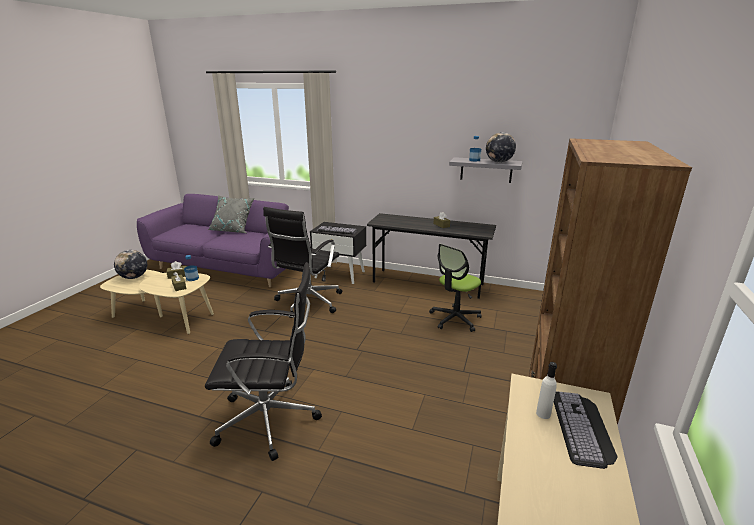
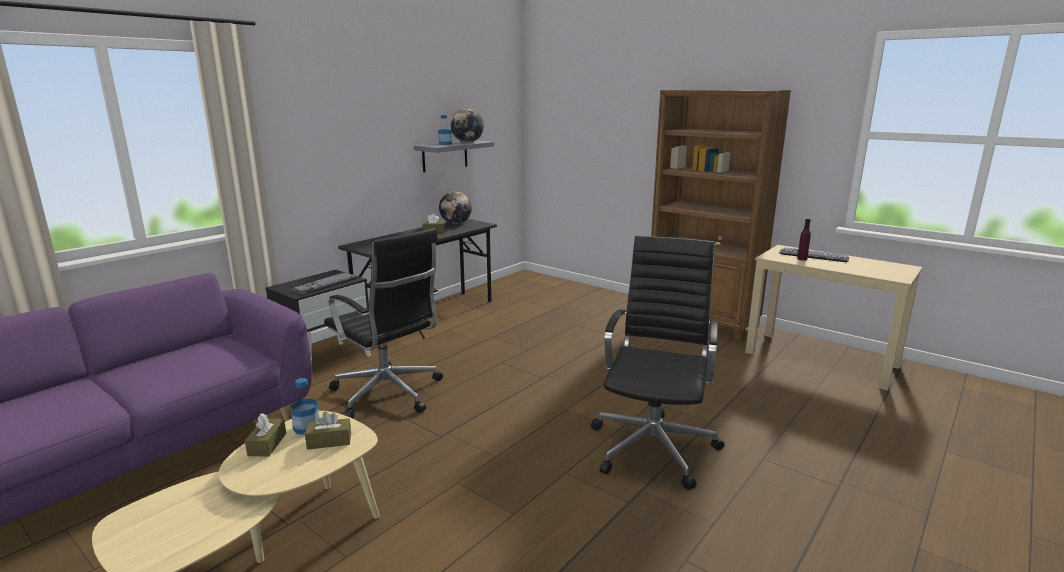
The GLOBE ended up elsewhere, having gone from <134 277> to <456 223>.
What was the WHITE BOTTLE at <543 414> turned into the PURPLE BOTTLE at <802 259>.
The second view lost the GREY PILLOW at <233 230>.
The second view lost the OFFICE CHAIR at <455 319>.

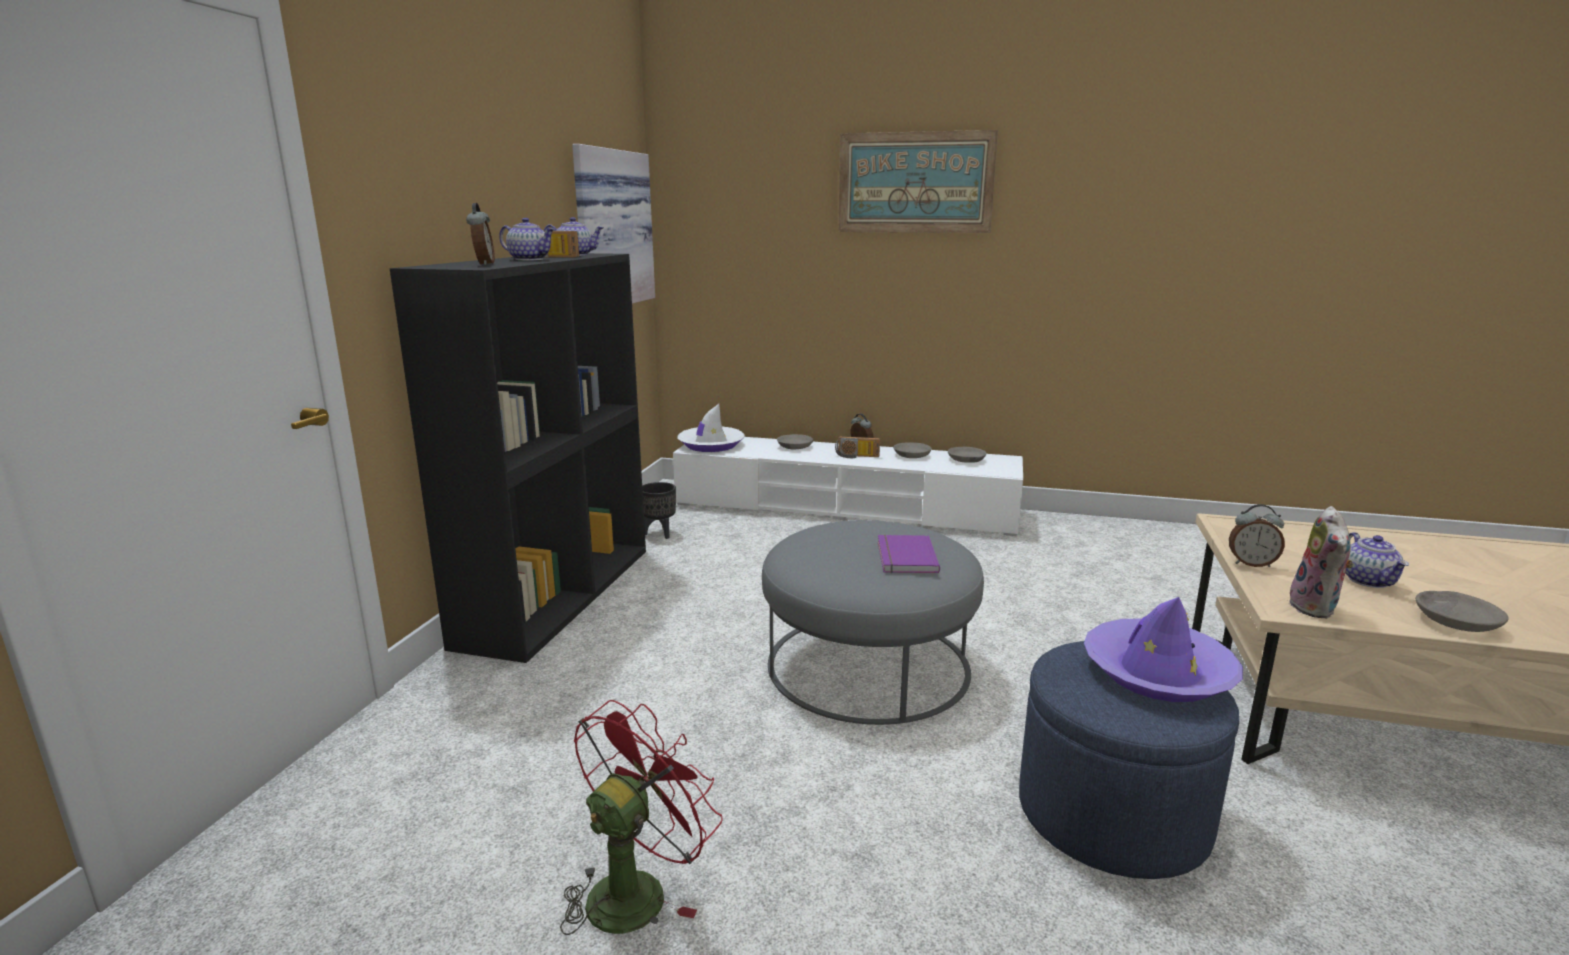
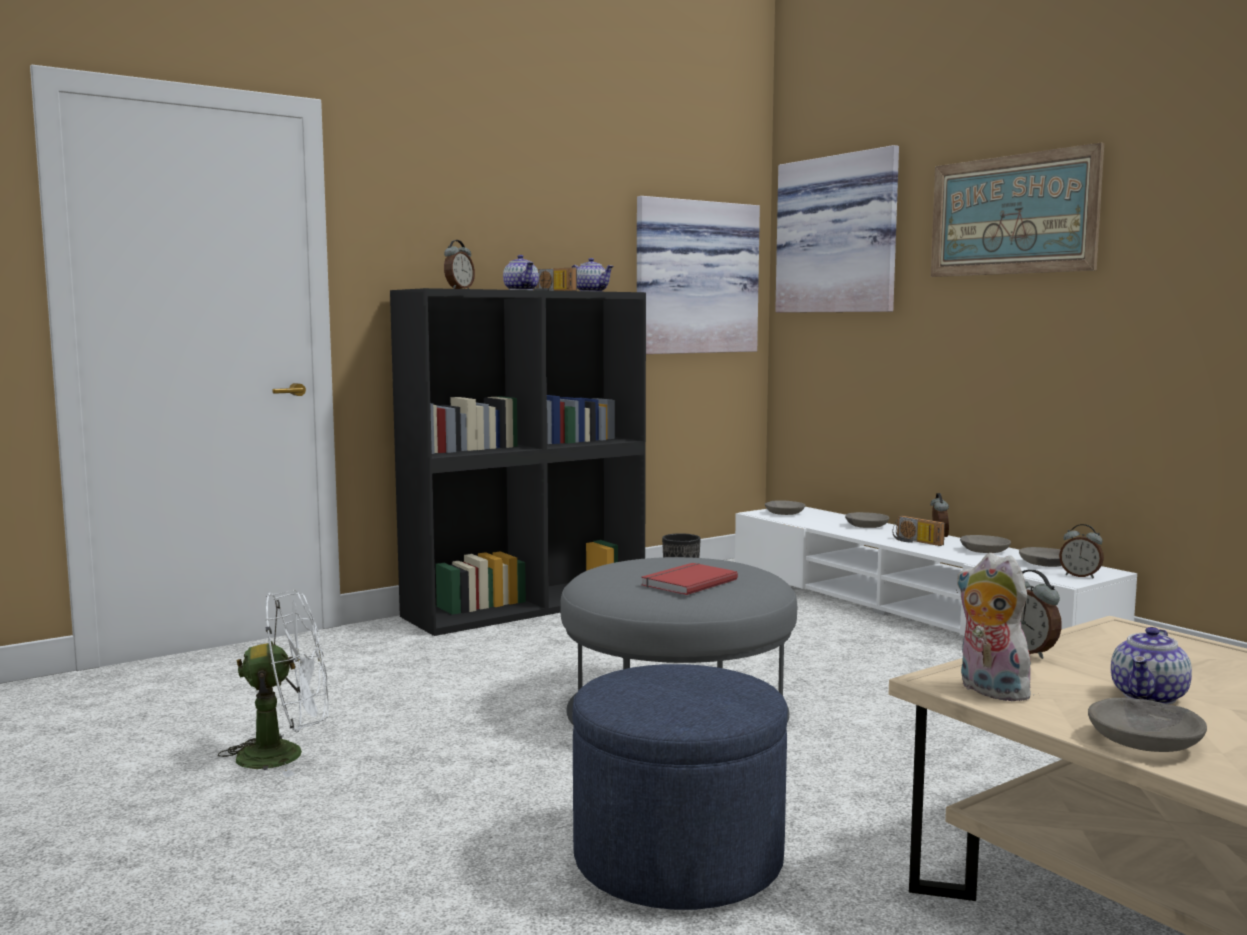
What was the RED FAN at <636 889> turned into the WHITE FAN at <285 755>.
What was the PURPLE BOOK at <904 557> turned into the RED BOOK at <687 582>.
Where the WHITE HAT stood at <711 445>, the GREY BOWL came to stand at <784 513>.
The second view gained the PICTURE at <839 235>.
The PLUSH TOY at <1316 608> ended up facing another way, 90 degrees clockwise from before.
The second view gained the ALARM CLOCK at <1080 576>.
The second view lost the PURPLE HAT at <1157 672>.

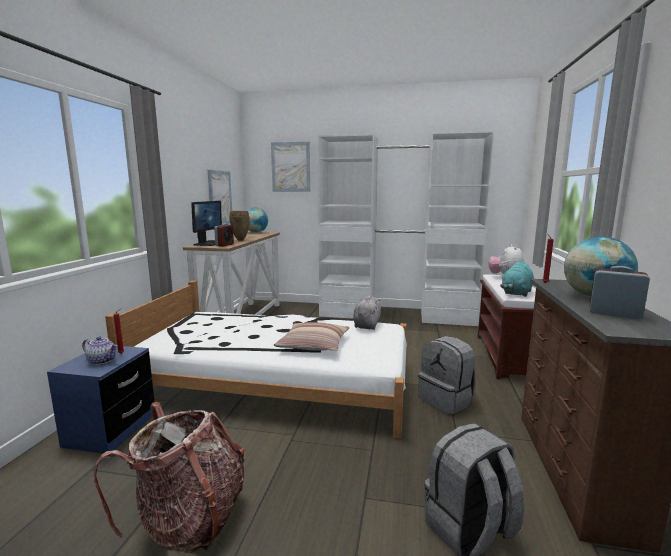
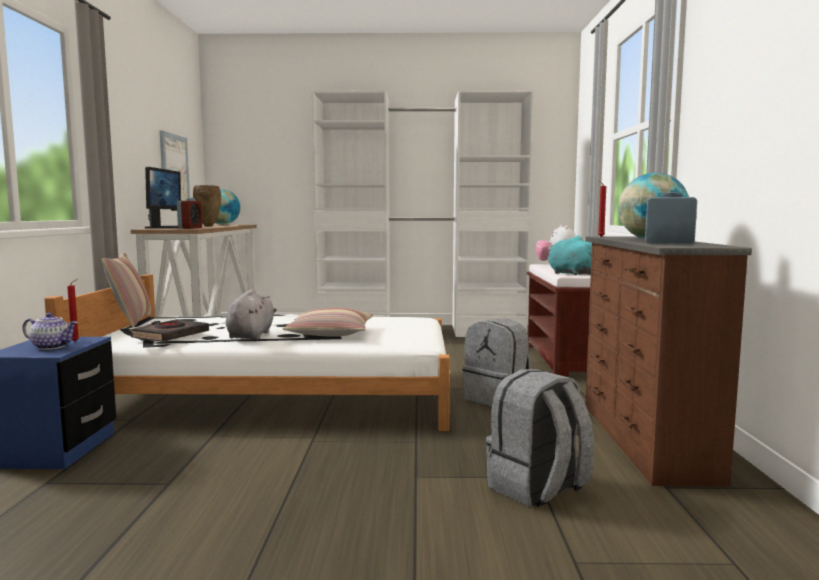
The second view gained the PILLOW at <131 321>.
The second view gained the BLACK BOOK at <170 335>.
The GREY PLUSH TOY ended up elsewhere, having gone from <367 324> to <251 335>.
The TURQUOISE PLUSH TOY at <516 293> ended up facing another way, 120 degrees clockwise from before.
The second view lost the BACKPACK at <189 519>.
The second view lost the PICTURE at <291 167>.

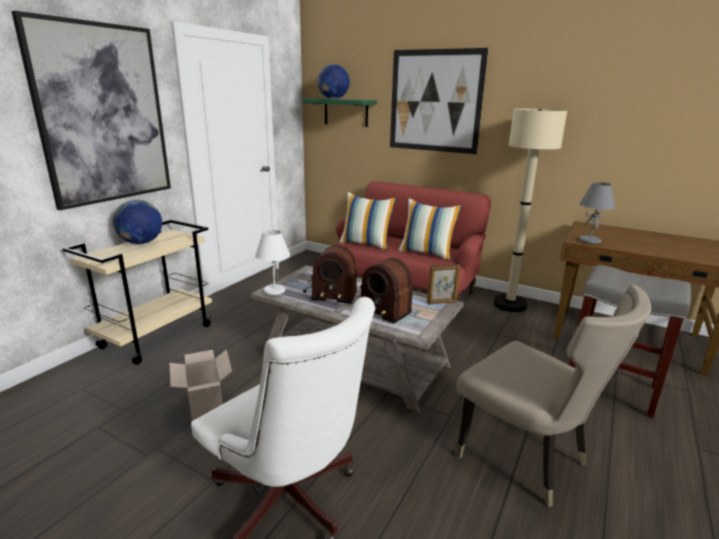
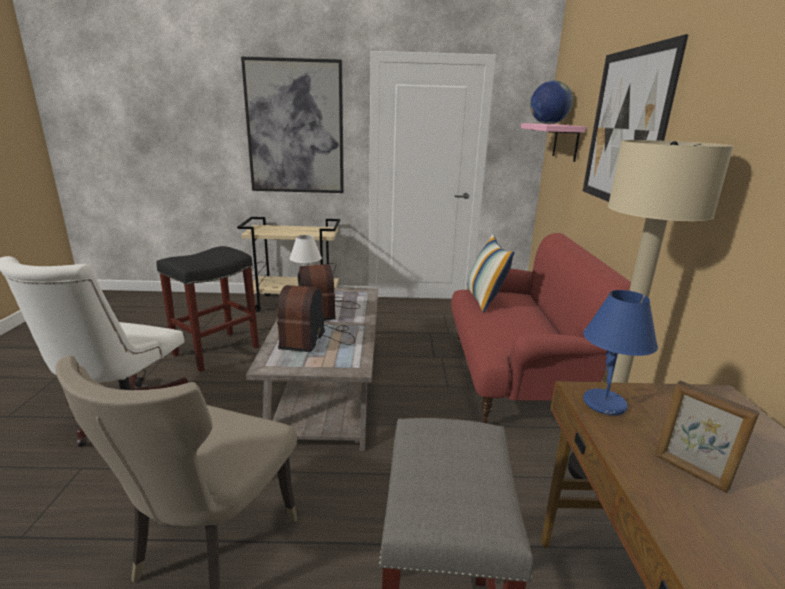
Where the CARDBOARD BOX stood at <205 409>, the BLACK STOOL came to stand at <217 350>.
What was the GREEN SHELF at <346 112> turned into the PINK SHELF at <566 142>.
What was the GREY TABLE LAMP at <590 241> turned into the BLUE TABLE LAMP at <605 404>.
The PICTURE FRAME ended up elsewhere, having gone from <442 302> to <690 472>.
The second view lost the GLOBE at <141 243>.
The second view lost the PILLOW at <427 253>.

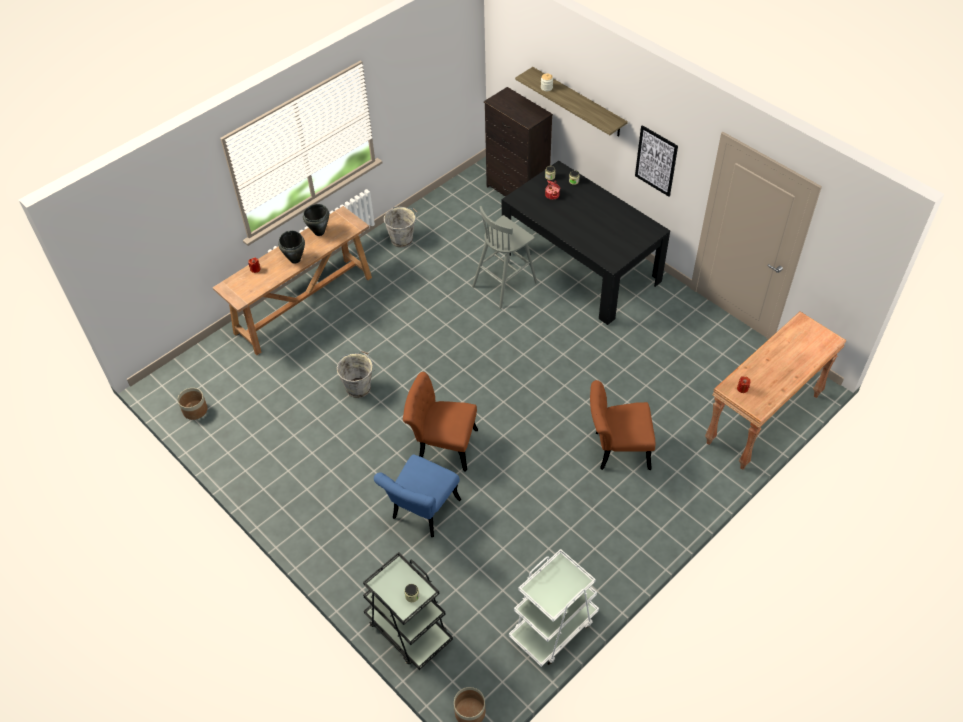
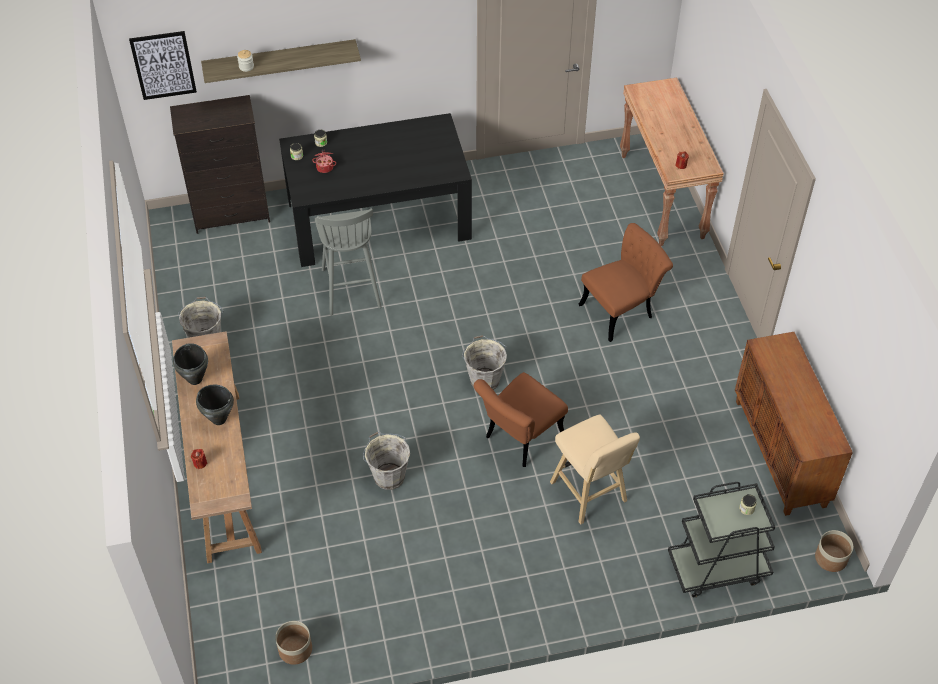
The PICTURE ended up elsewhere, having gone from <656 161> to <163 65>.
The second view gained the GREY BUCKET at <484 379>.
Where the BLUE CHAIR stood at <421 512>, the BEIGE STOOL came to stand at <590 494>.
The BROWN CHAIR at <616 449> ended up facing another way, 150 degrees counterclockwise from before.
Where the WHITE CART stood at <553 627>, the BROWN CABINET came to stand at <781 453>.

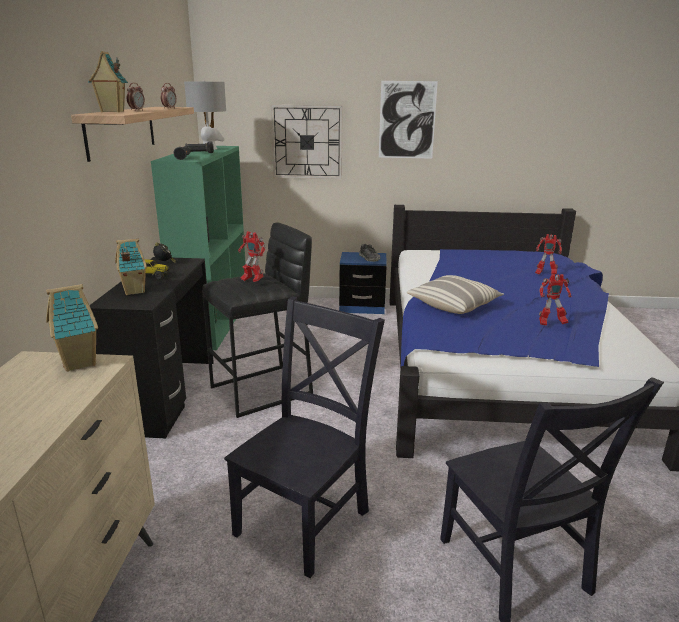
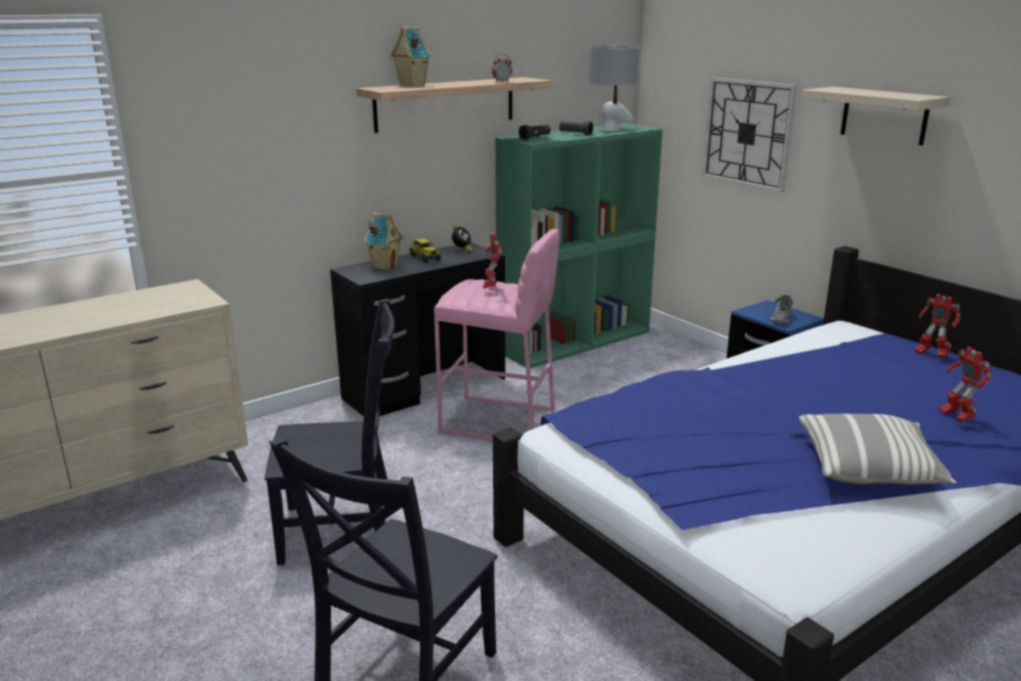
What was the BLACK STOOL at <262 390> turned into the PINK STOOL at <498 421>.
The PILLOW ended up elsewhere, having gone from <454 305> to <869 468>.
Where the PICTURE hung at <407 120>, the BEIGE SHELF came to hang at <884 115>.
The TOY ROBOT ended up elsewhere, having gone from <550 323> to <930 355>.
The second view lost the TOY HOUSE at <80 363>.
The second view lost the ALARM CLOCK at <137 110>.

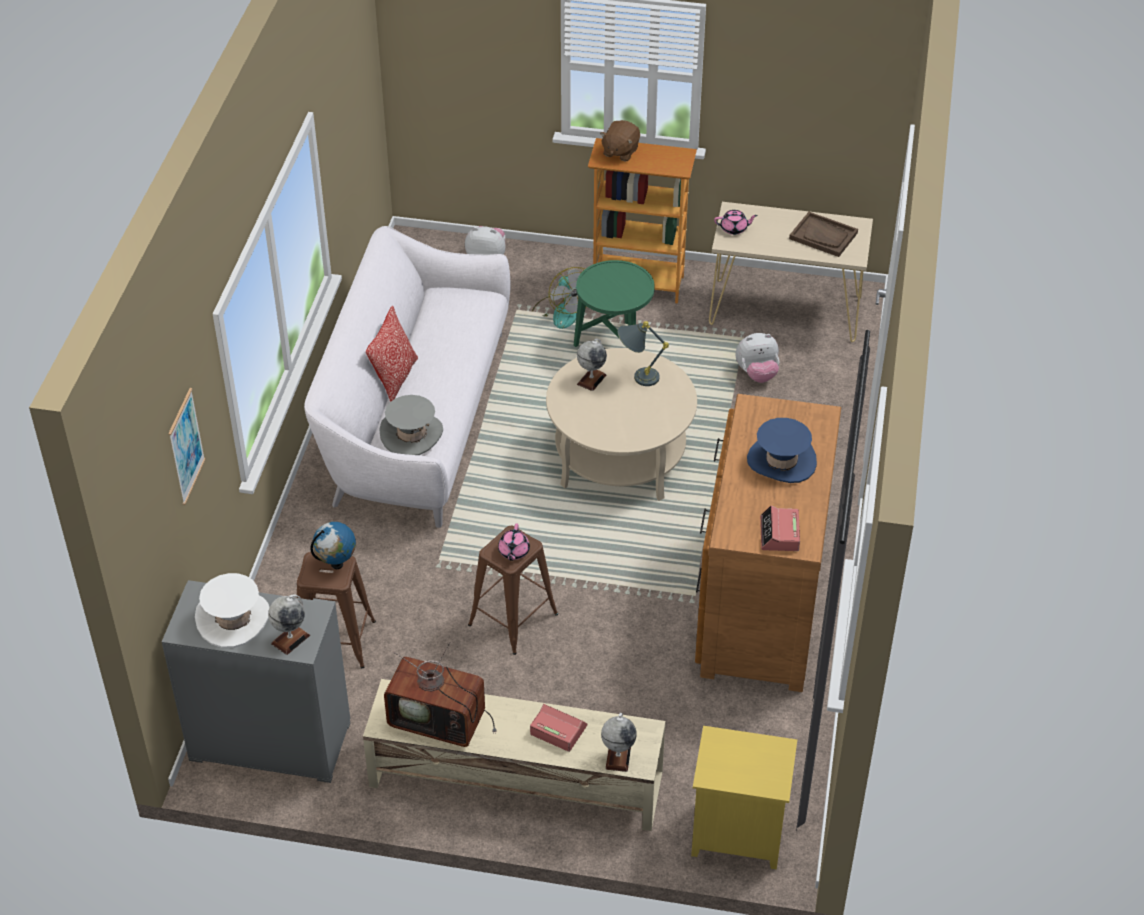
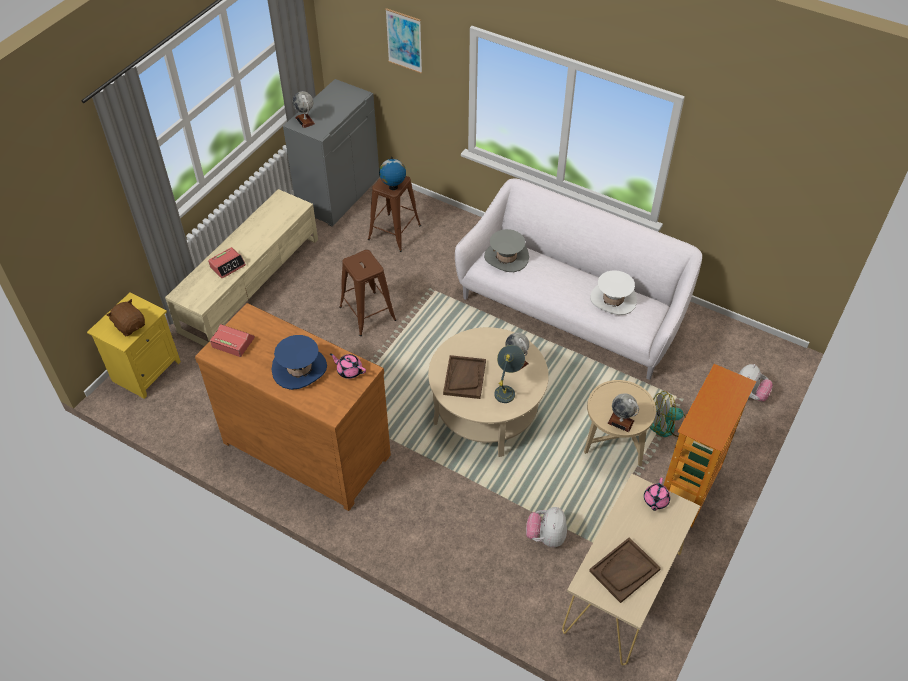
The BROWN PLUSH TOY ended up elsewhere, having gone from <620 151> to <130 325>.
The PINK TEAPOT ended up elsewhere, having gone from <513 552> to <349 370>.
The second view gained the BROWN TRAY at <464 378>.
What was the GREEN SIDE TABLE at <614 346> turned into the BEIGE SIDE TABLE at <613 447>.
The WHITE HAT ended up elsewhere, having gone from <233 619> to <613 299>.
The GLOBE ended up elsewhere, having gone from <618 757> to <621 422>.
The second view lost the PILLOW at <395 378>.
The second view lost the TELEVISION at <441 720>.

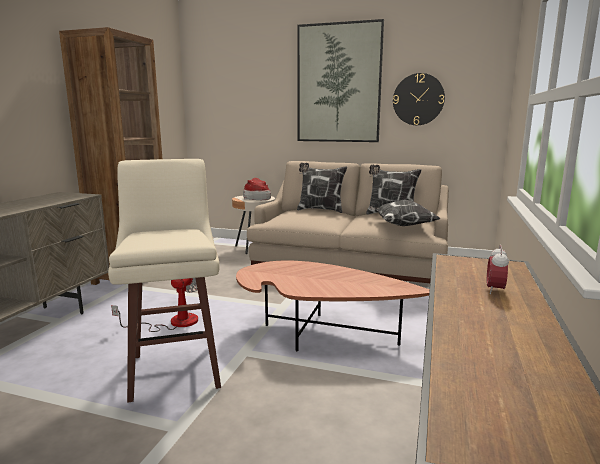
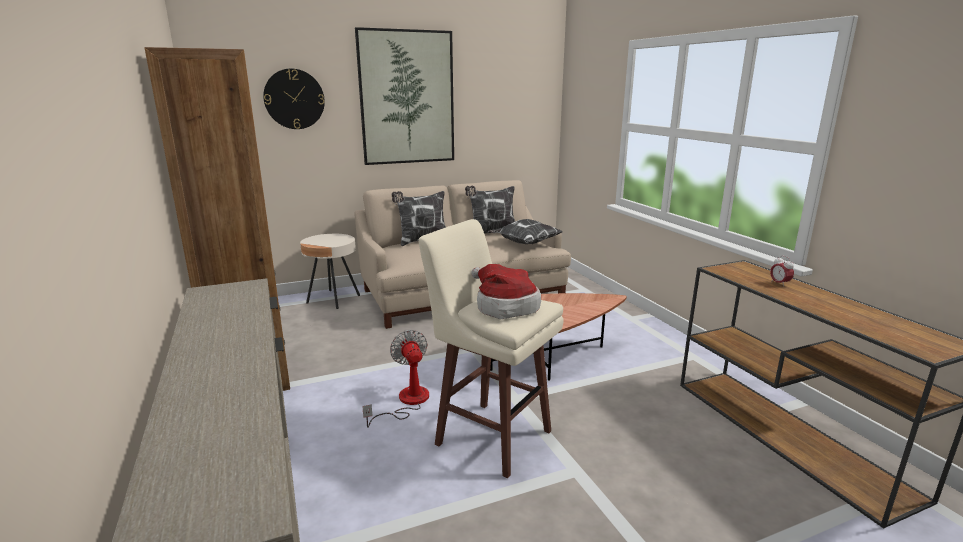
The WALL CLOCK ended up elsewhere, having gone from <418 99> to <294 99>.
The HAT ended up elsewhere, having gone from <257 198> to <504 307>.

